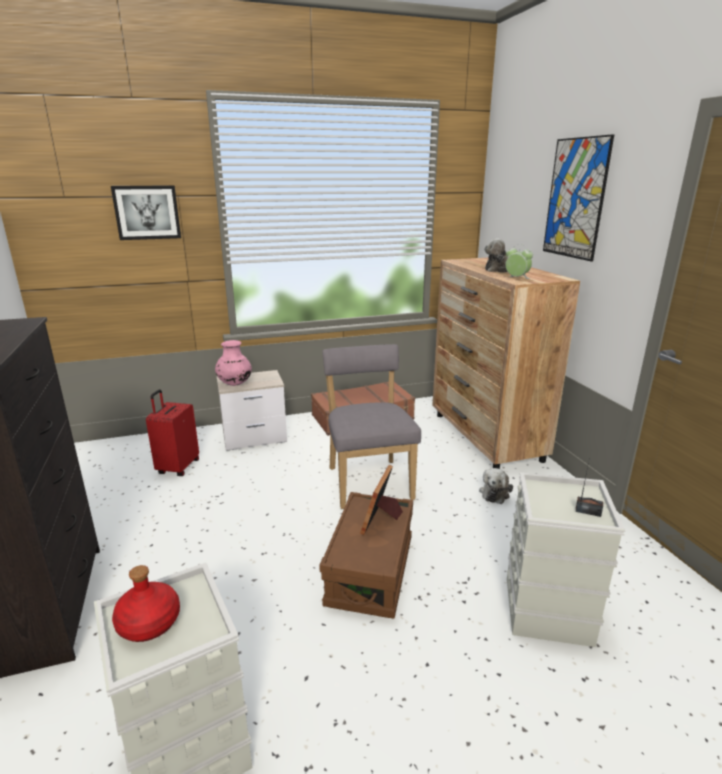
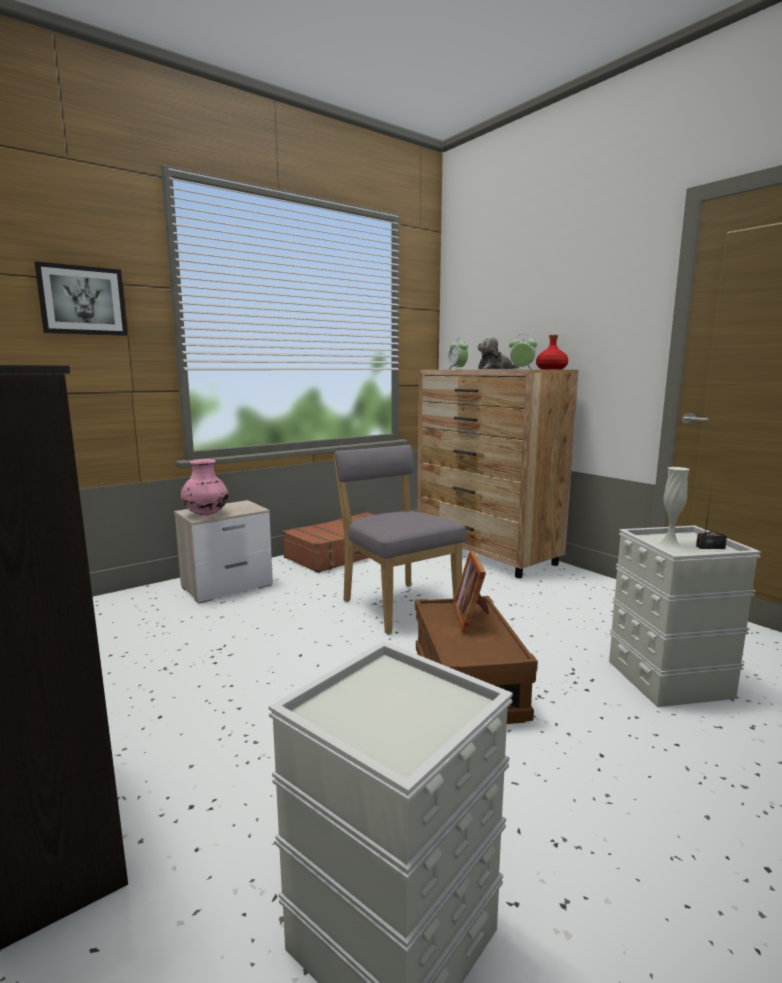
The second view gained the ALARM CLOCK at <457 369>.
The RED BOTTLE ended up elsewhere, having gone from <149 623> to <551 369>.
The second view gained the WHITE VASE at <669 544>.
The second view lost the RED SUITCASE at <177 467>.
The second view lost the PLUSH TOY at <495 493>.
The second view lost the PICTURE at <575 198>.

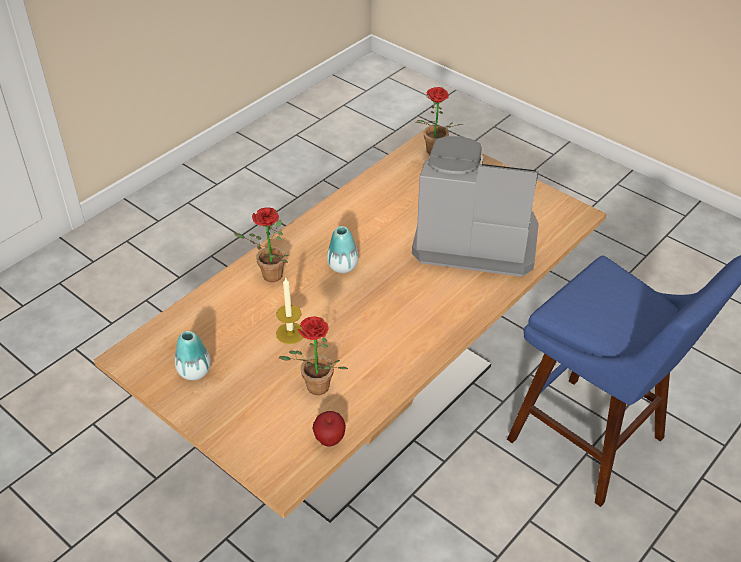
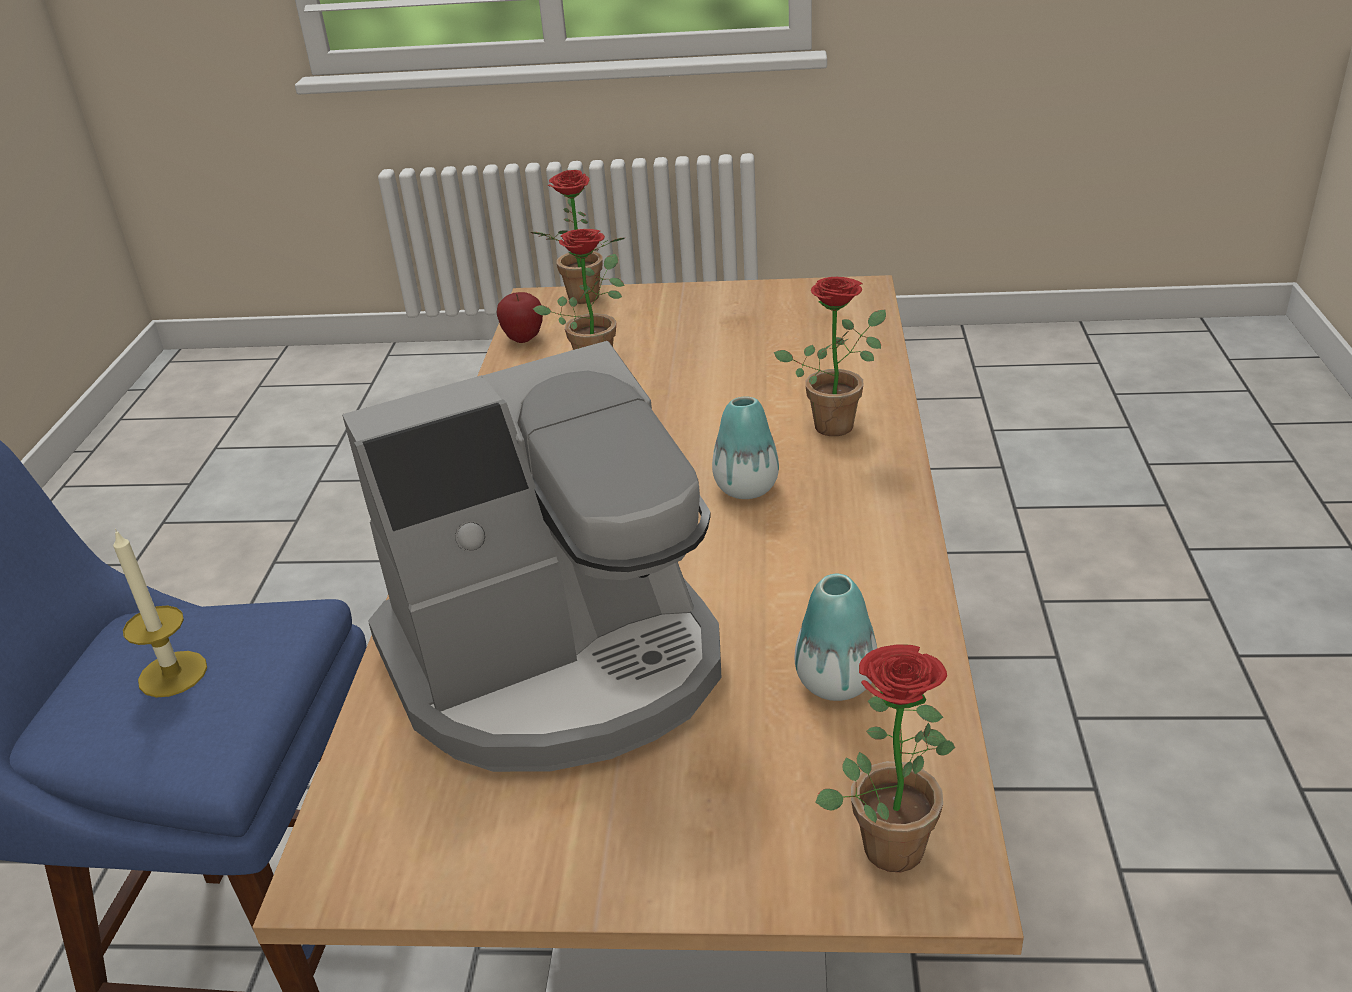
The CANDLE ended up elsewhere, having gone from <290 333> to <173 674>.
The second view gained the POTTED PLANT at <580 300>.
The VASE ended up elsewhere, having gone from <194 371> to <836 683>.

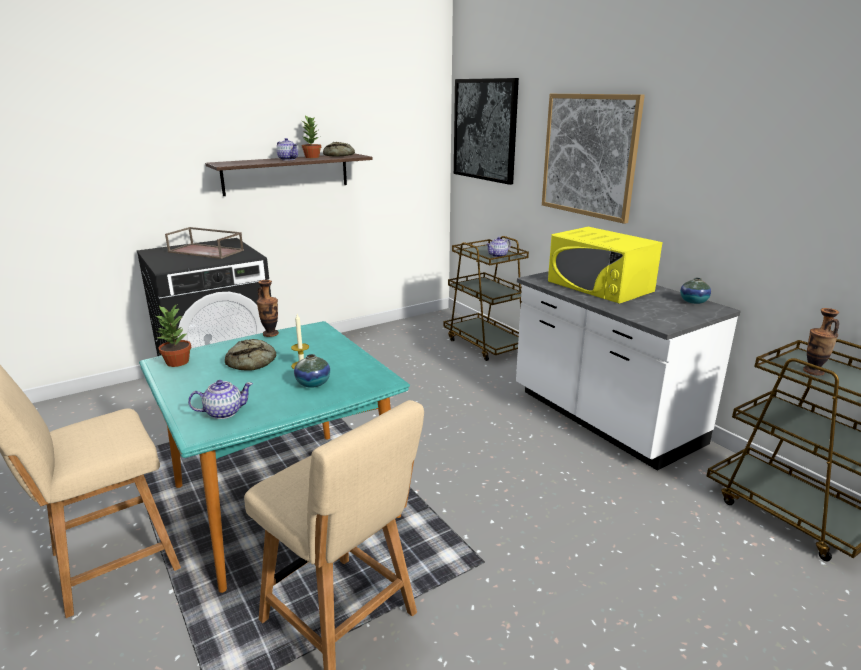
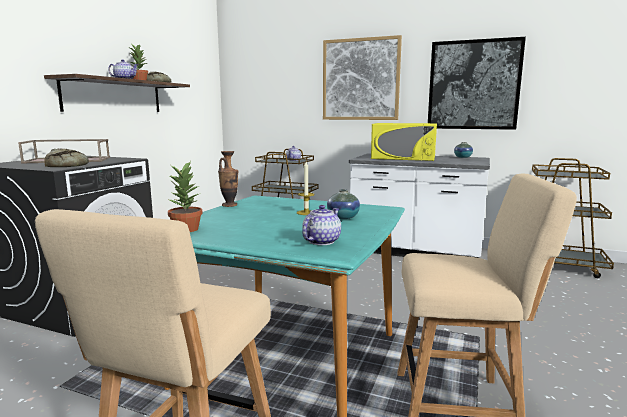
The BREAD ended up elsewhere, having gone from <253 361> to <69 165>.
The PICTURE ended up elsewhere, having gone from <485 130> to <473 85>.
The second view lost the VASE at <813 371>.

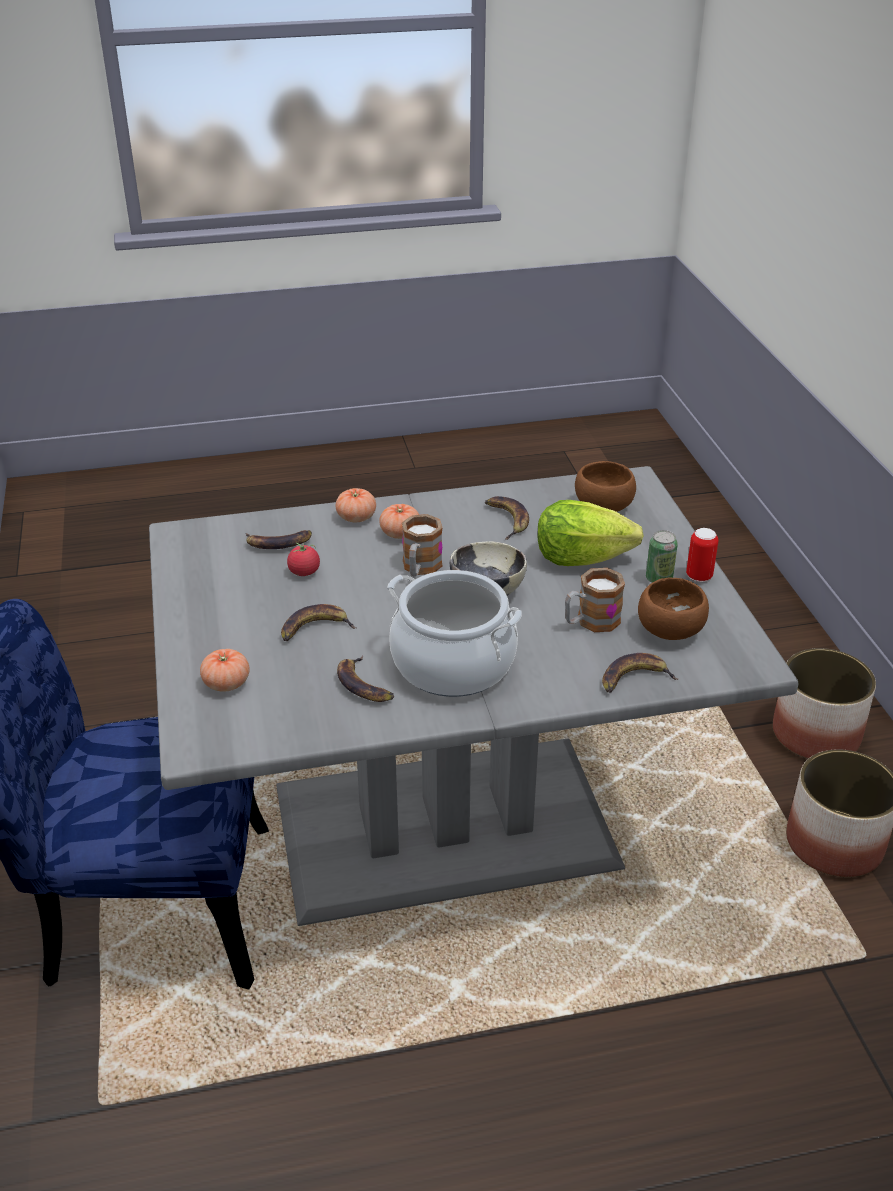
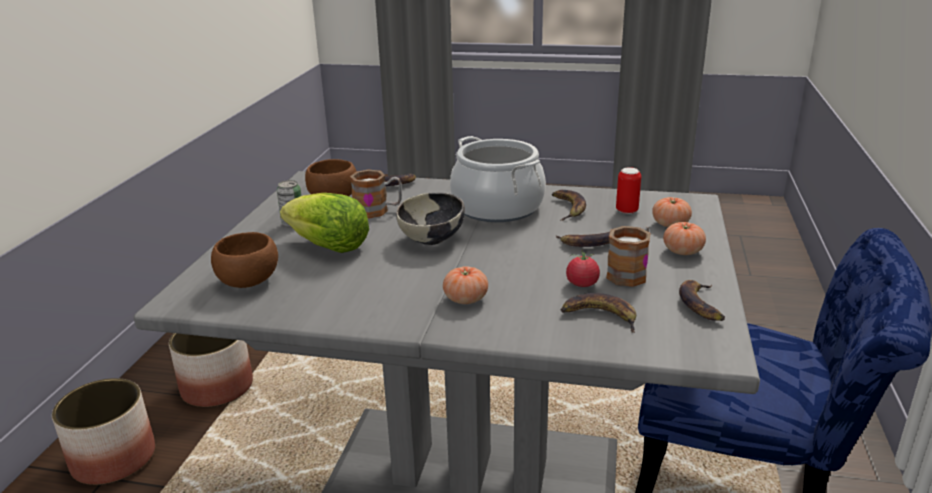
The MUG ended up elsewhere, having gone from <420 568> to <630 272>.
The CAN ended up elsewhere, having gone from <699 576> to <626 211>.
The TOMATO ended up elsewhere, having gone from <356 517> to <682 251>.
The BANANA ended up elsewhere, having gone from <507 519> to <701 305>.

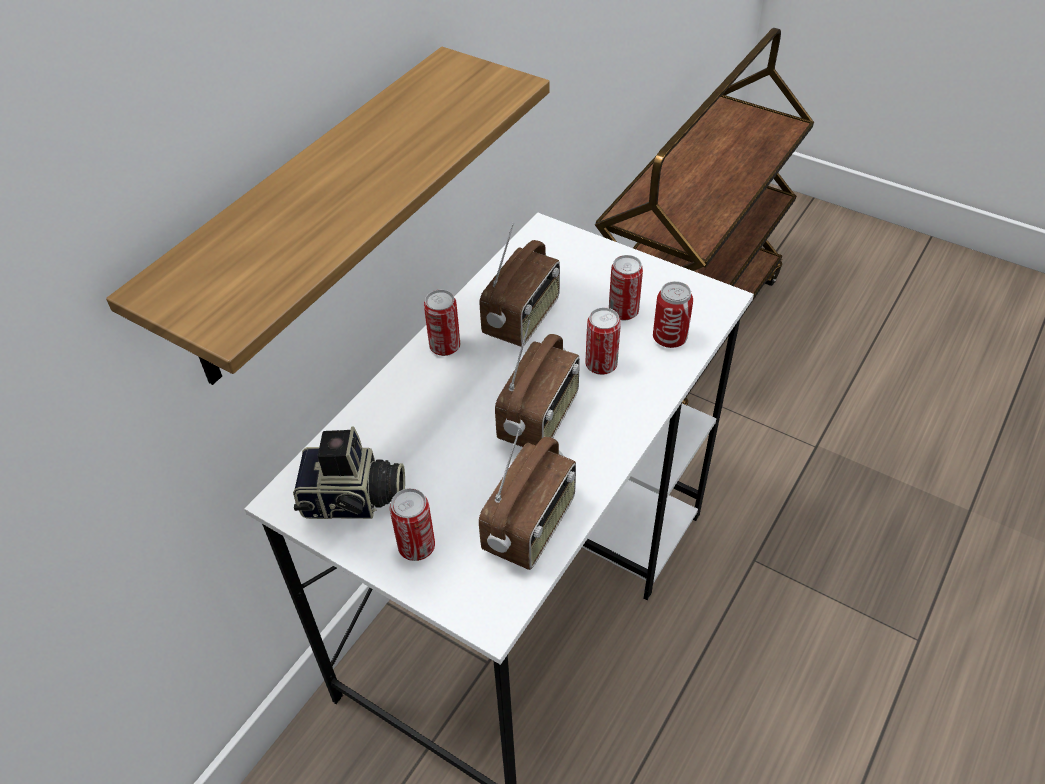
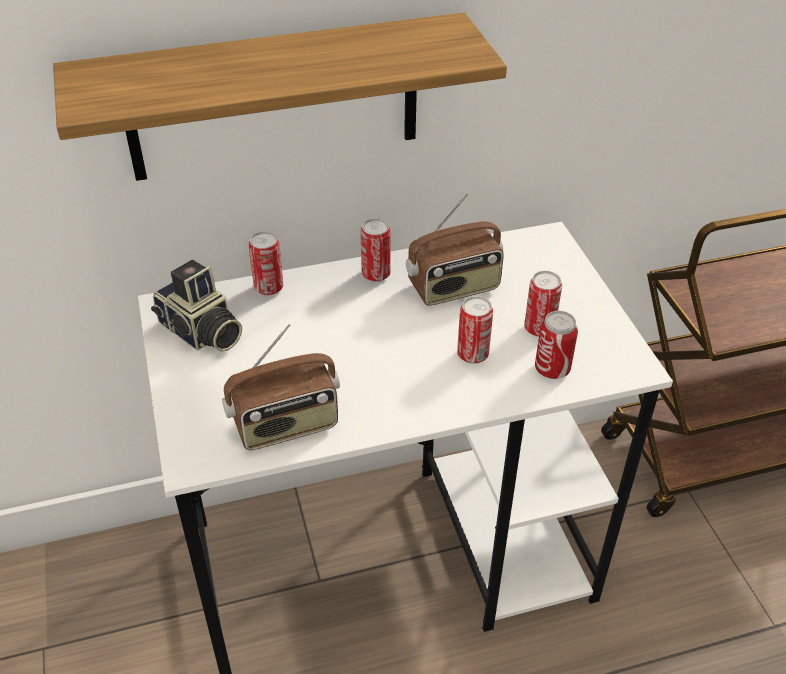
The CAN ended up elsewhere, having gone from <416 547> to <268 287>.
The second view lost the RADIO at <540 419>.

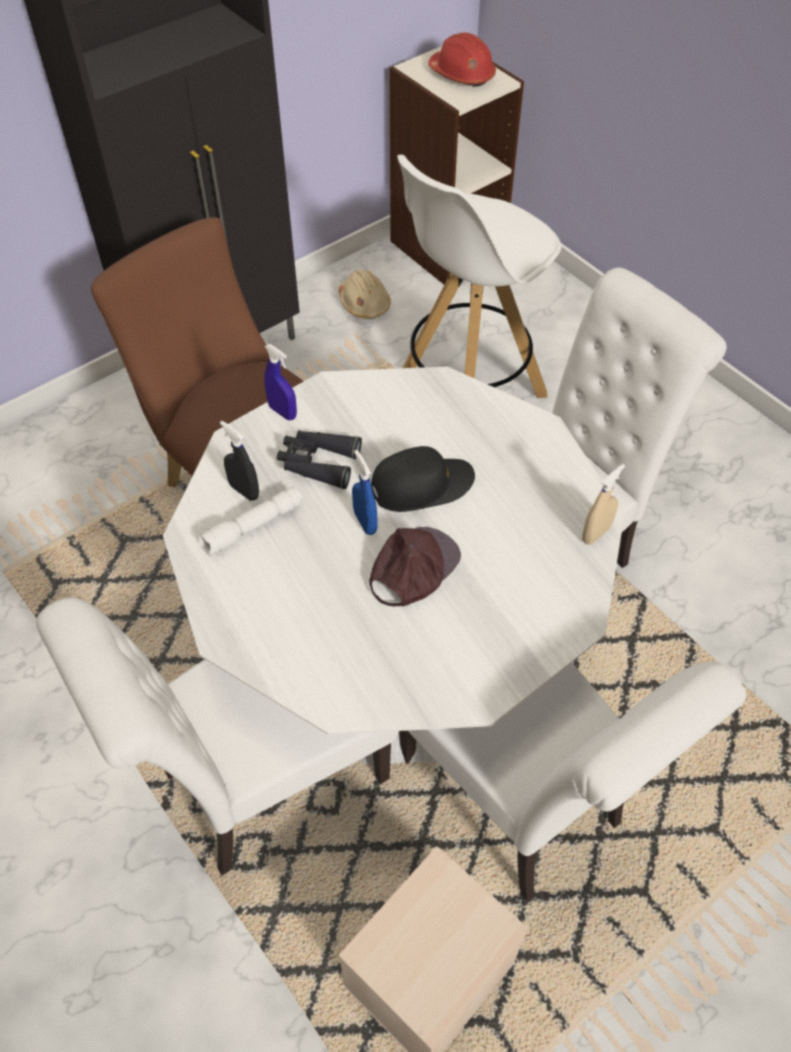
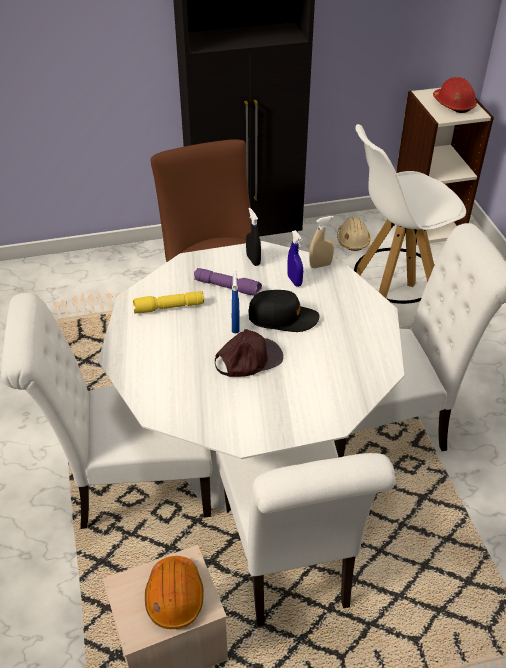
What was the WHITE FLASHLIGHT at <252 528> turned into the YELLOW FLASHLIGHT at <168 308>.
The second view gained the ORANGE HARD HAT at <175 596>.
Where the BLACK BINOCULARS stood at <318 463>, the PURPLE FLASHLIGHT came to stand at <228 287>.
The BLACK SPRAY BOTTLE ended up elsewhere, having gone from <244 491> to <253 260>.
The BLUE SPRAY BOTTLE ended up elsewhere, having gone from <283 412> to <294 281>.
The BEIGE SPRAY BOTTLE ended up elsewhere, having gone from <596 534> to <320 265>.

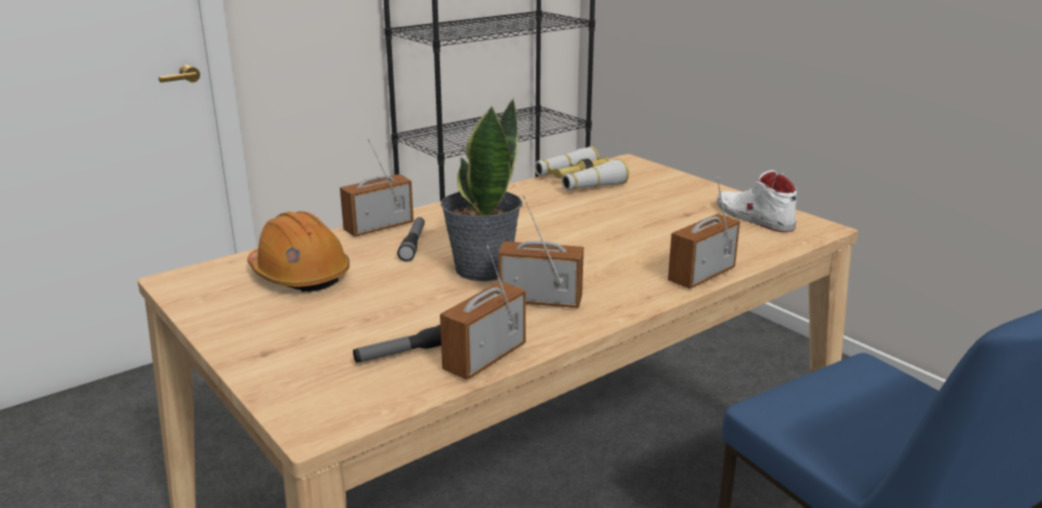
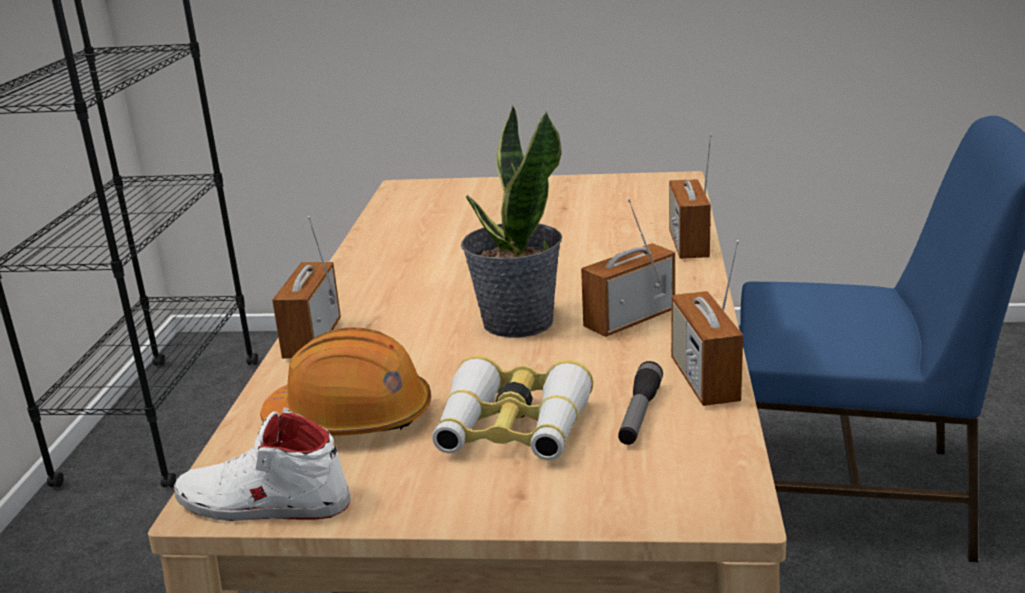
The WHITE SHOE ended up elsewhere, having gone from <753 217> to <262 504>.
The BINOCULARS ended up elsewhere, having gone from <579 181> to <512 429>.
The second view lost the FLASHLIGHT at <413 244>.

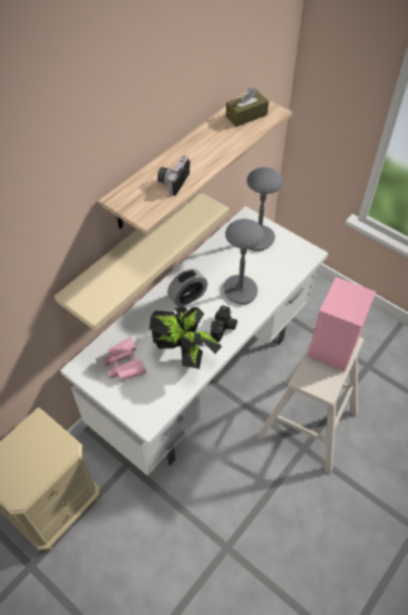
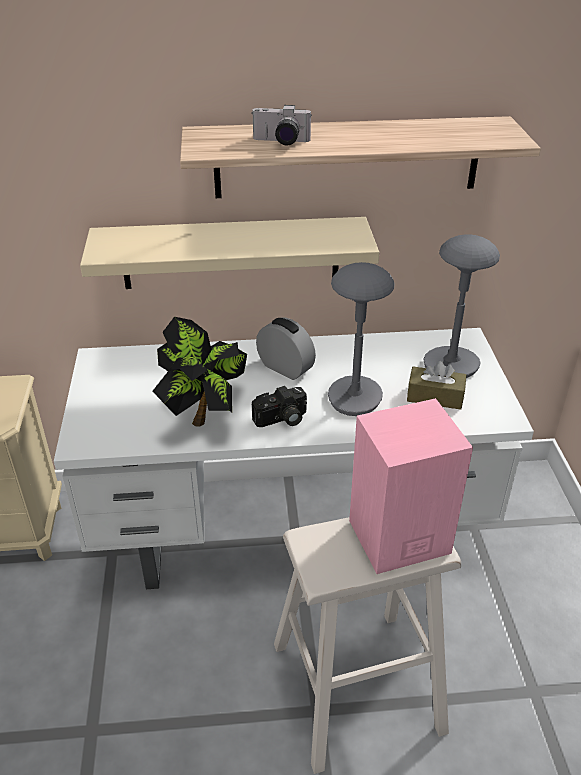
The PHOTO CAMERA at <173 181> ended up facing another way, 150 degrees counterclockwise from before.
The ALARM CLOCK at <187 297> ended up facing another way, 150 degrees counterclockwise from before.
The BROWN TISSUE BOX ended up elsewhere, having gone from <246 115> to <435 397>.
The second view lost the PINK BINOCULARS at <124 364>.

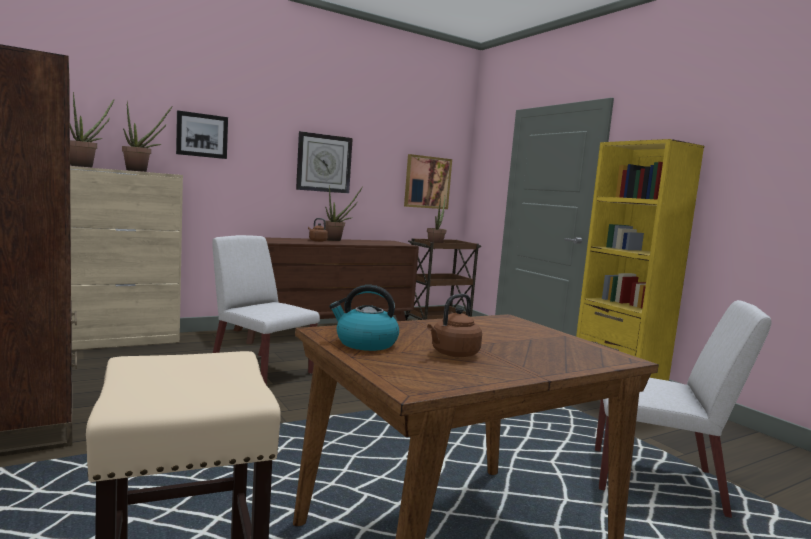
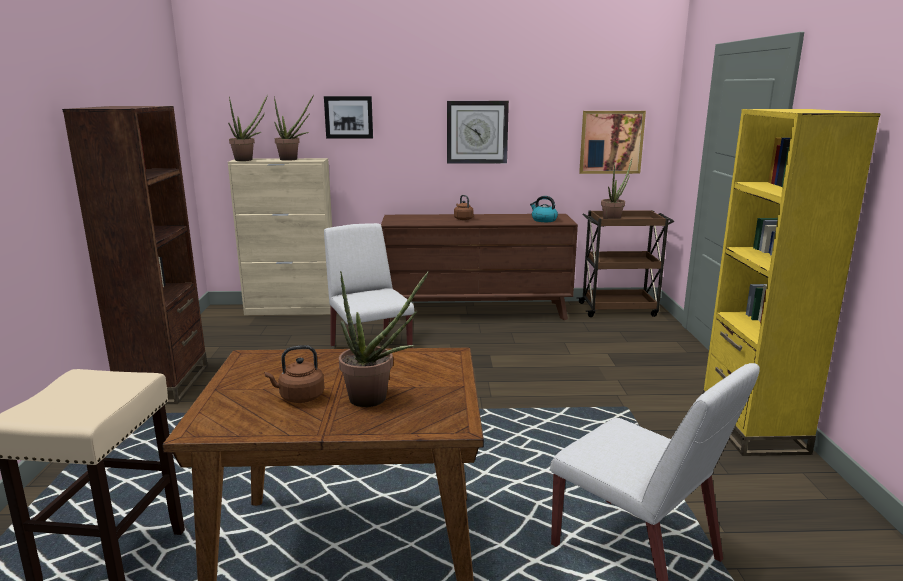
The POTTED PLANT ended up elsewhere, having gone from <337 240> to <376 399>.
The KETTLE ended up elsewhere, having gone from <365 343> to <543 220>.

